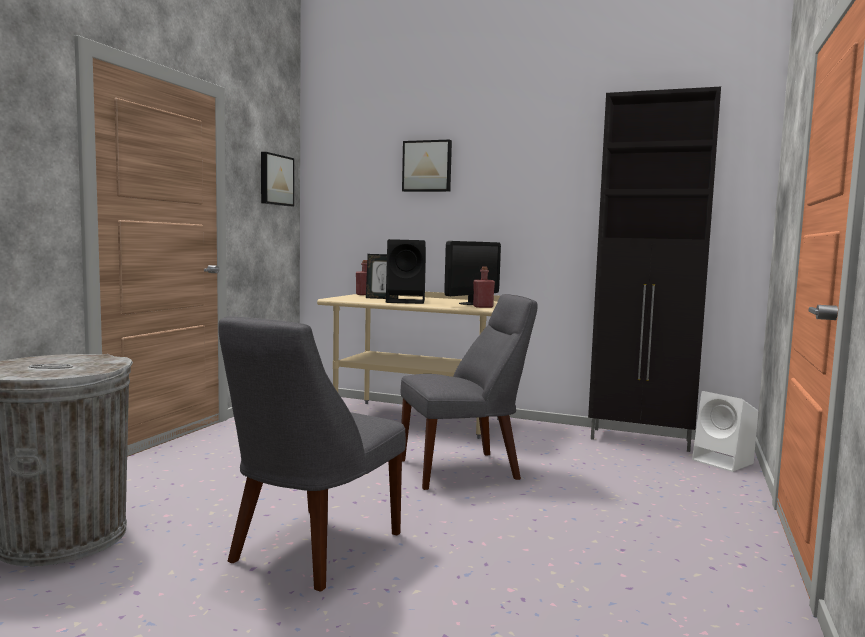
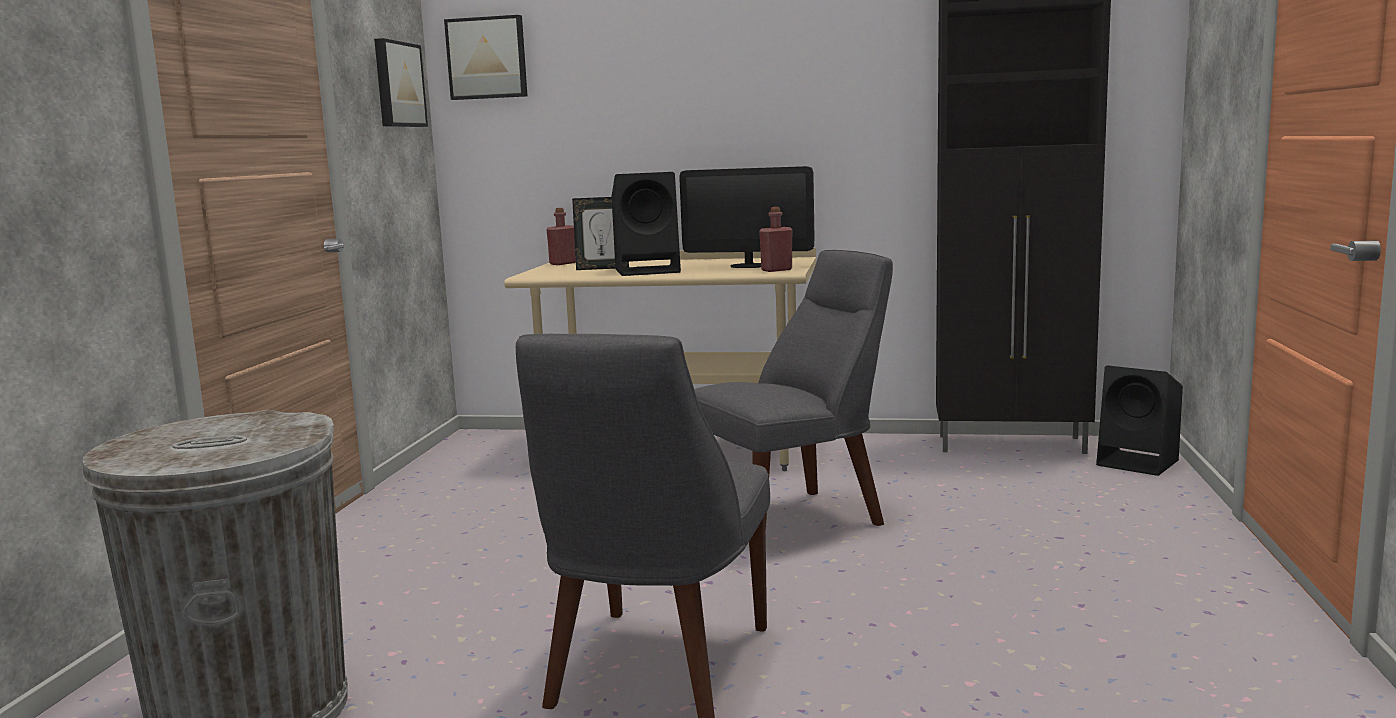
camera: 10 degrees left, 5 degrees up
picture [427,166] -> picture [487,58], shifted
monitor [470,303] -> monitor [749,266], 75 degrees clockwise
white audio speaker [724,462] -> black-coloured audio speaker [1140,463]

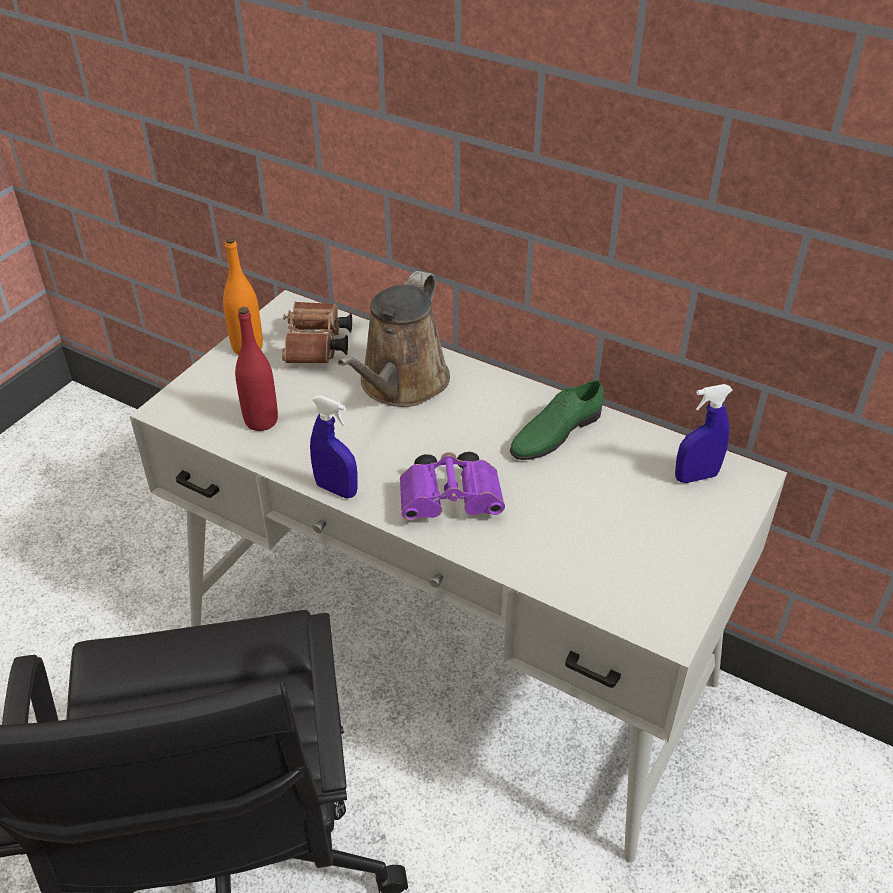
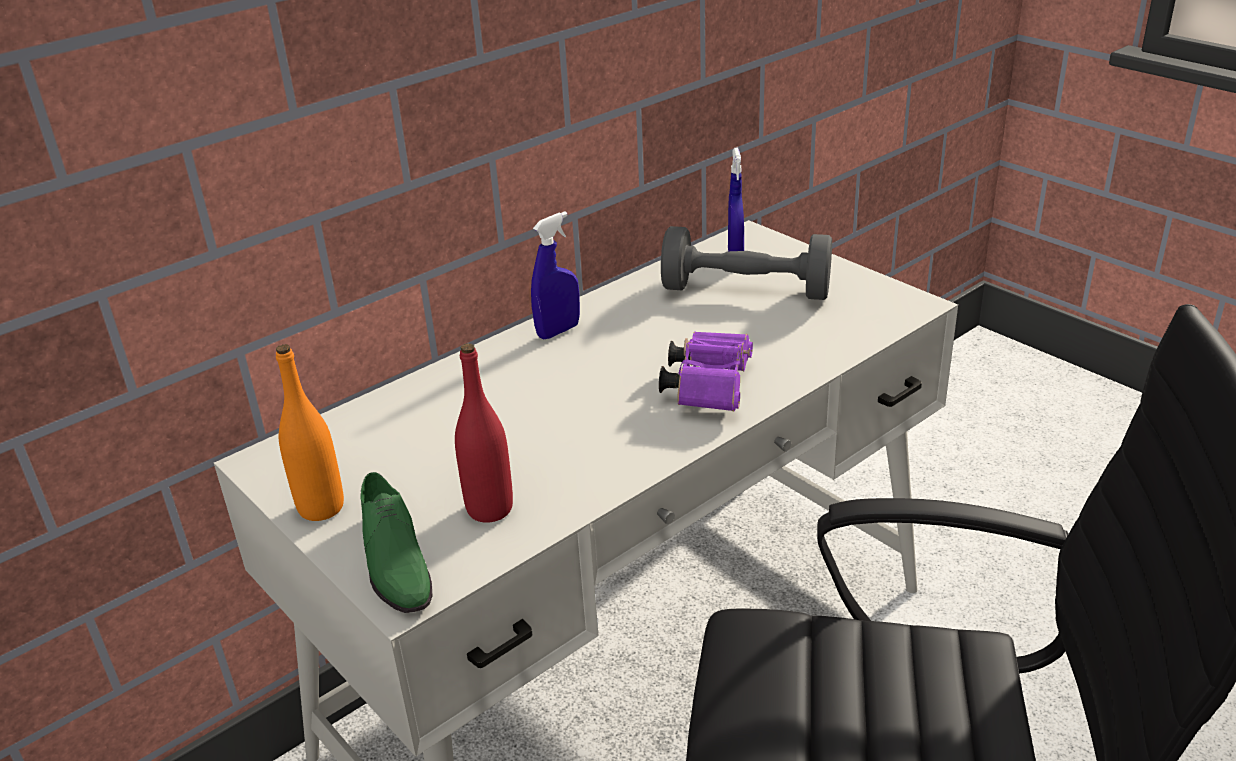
camera: 70 degrees left, 10 degrees down
brown-coloured pair of binoculars [317,347] -> none
blue spray bottle [336,489] -> blue spray bottle [558,331], shifted
brown-coloured watering pot [401,385] -> none
greenish shoe [555,432] -> greenish shoe [393,561], shifted
none -> greyish hand weight [746,290]

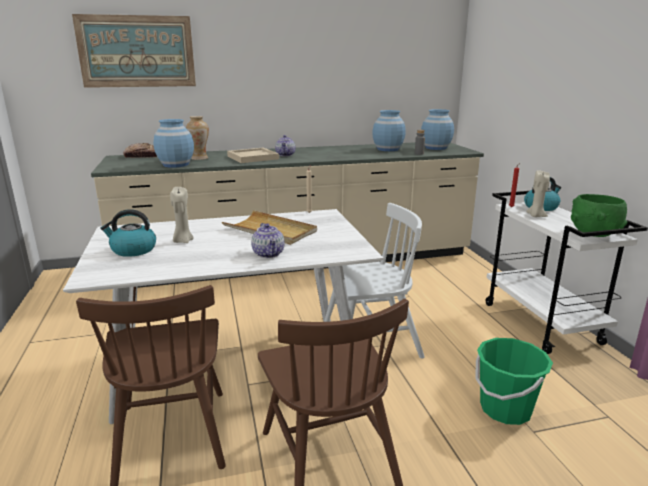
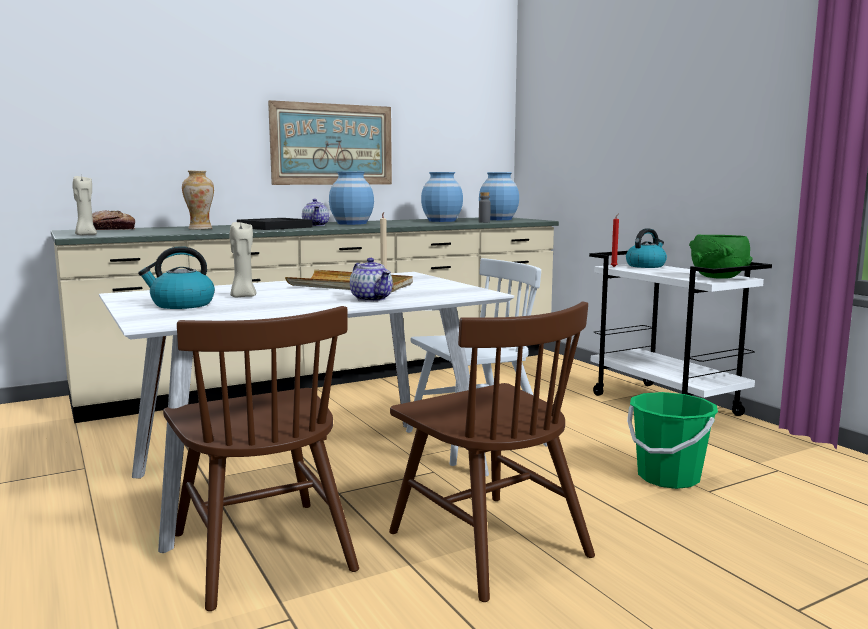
camera: 15 degrees left, 10 degrees down
picture [137,51] -> picture [332,144], shifted
blue vase [175,165] -> blue vase [351,223], shifted
sand-coloured carrying tray [253,157] -> black-coloured carrying tray [275,227]
sand-coloured candle [535,216] -> sand-coloured candle [86,235], shifted

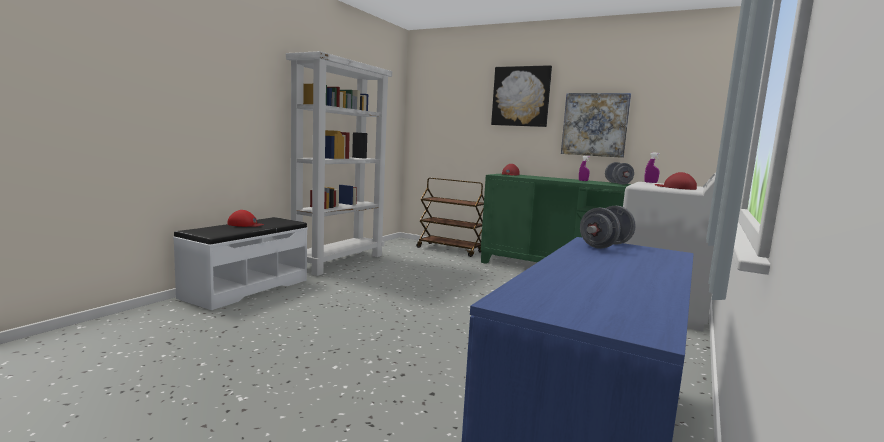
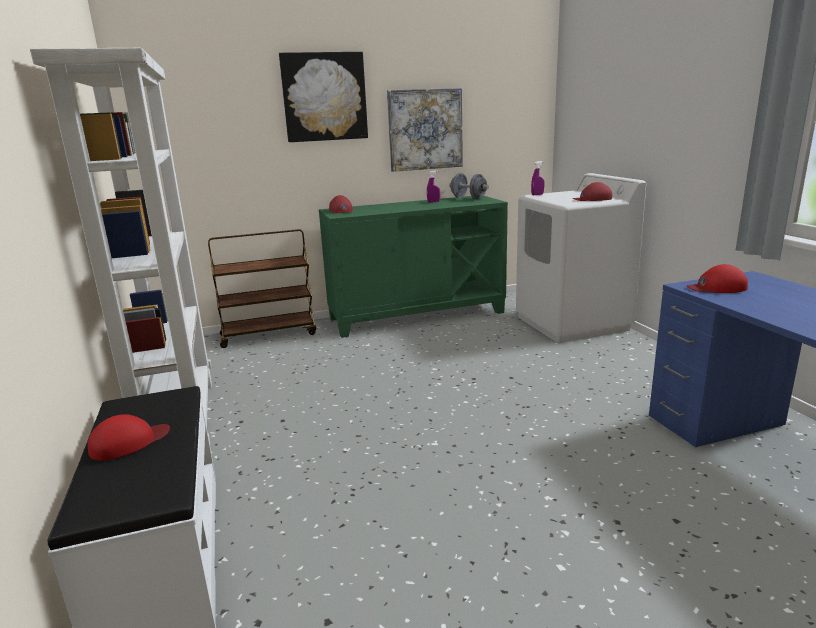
camera: 45 degrees left, 10 degrees up
greyish hand weight [605,246] -> red-coloured baseball cap [717,288]

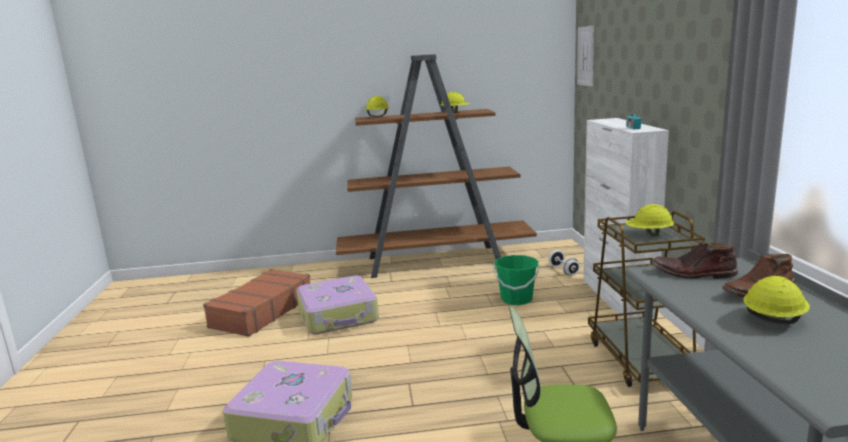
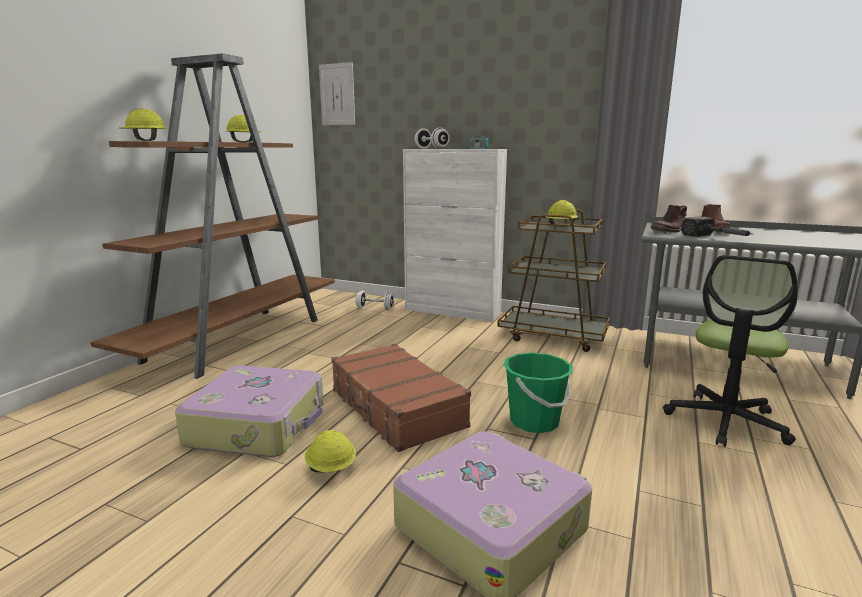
camera: 60 degrees left, 0 degrees up
brown-coloured piece of luggage [261,312] -> brown-coloured piece of luggage [395,408], shifted
greenish bucket [516,299] -> greenish bucket [534,421], shifted
yellow safety helmet [773,319] -> yellow safety helmet [330,468], shifted
none -> white hand weight [431,148]
none -> tool hammer [718,238]

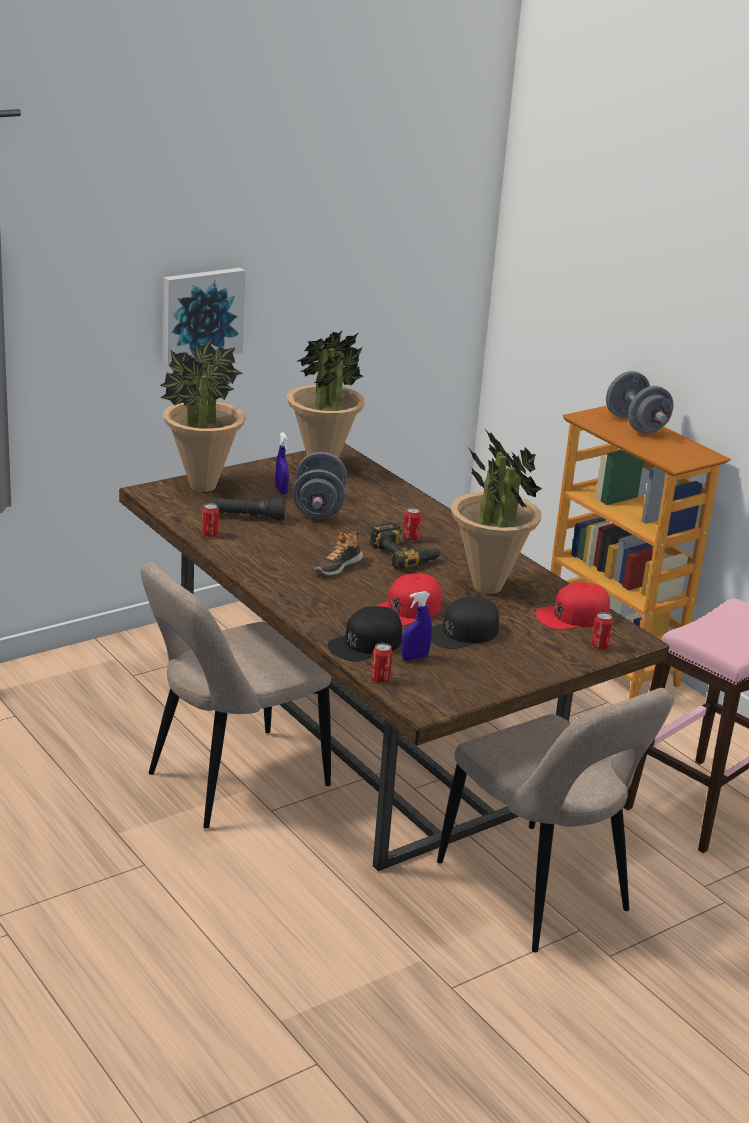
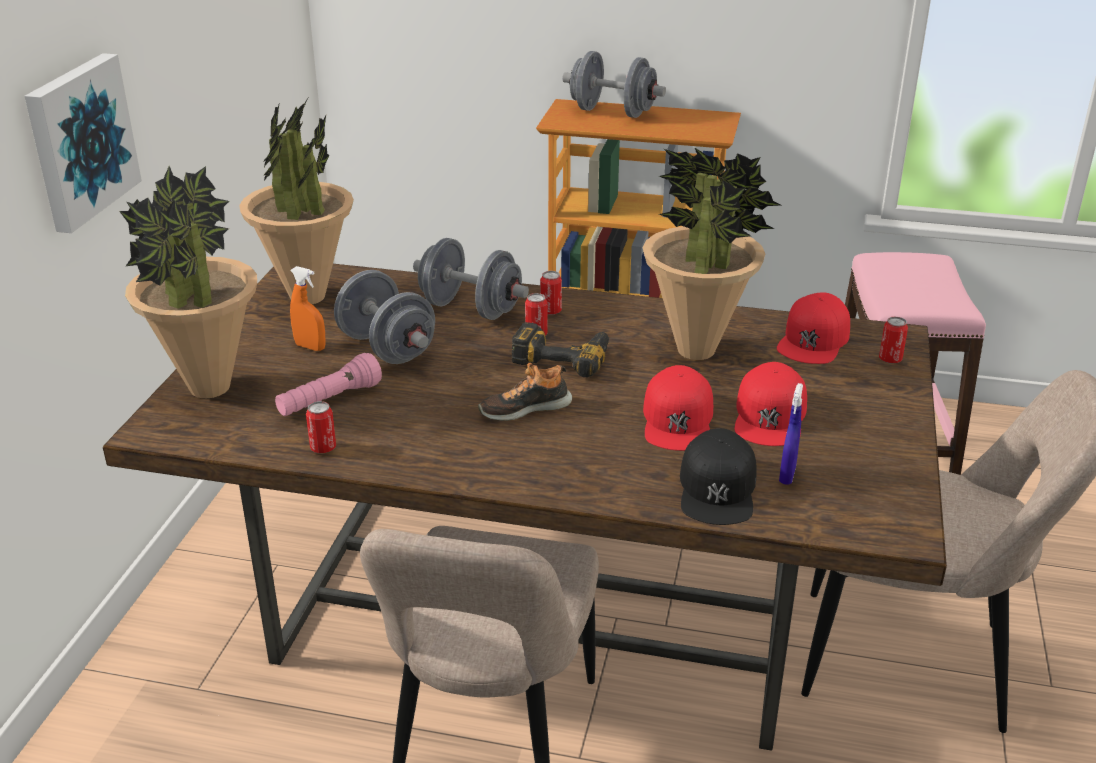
camera: 40 degrees left, 5 degrees up
black-coloured torch [247,517] -> pink-coloured torch [329,401]
blue spray bottle [281,490] -> orange spray bottle [310,347]
shoe [337,566] -> shoe [524,408], 75 degrees clockwise
sealed can [380,679] -> sealed can [550,311], shifted
black-coloured baseball cap [462,632] -> red-coloured baseball cap [770,416]
none -> greyish hand weight [471,309]

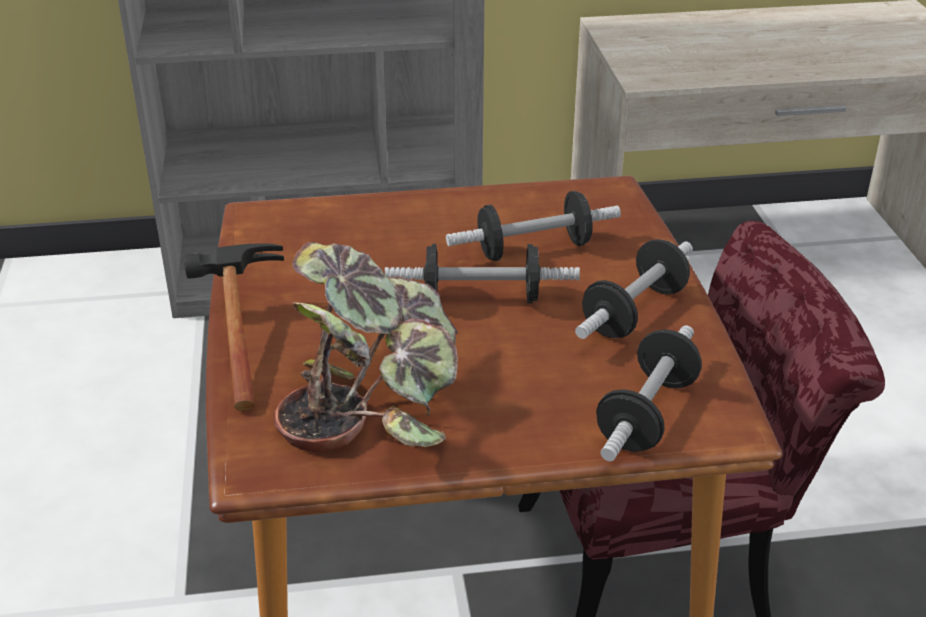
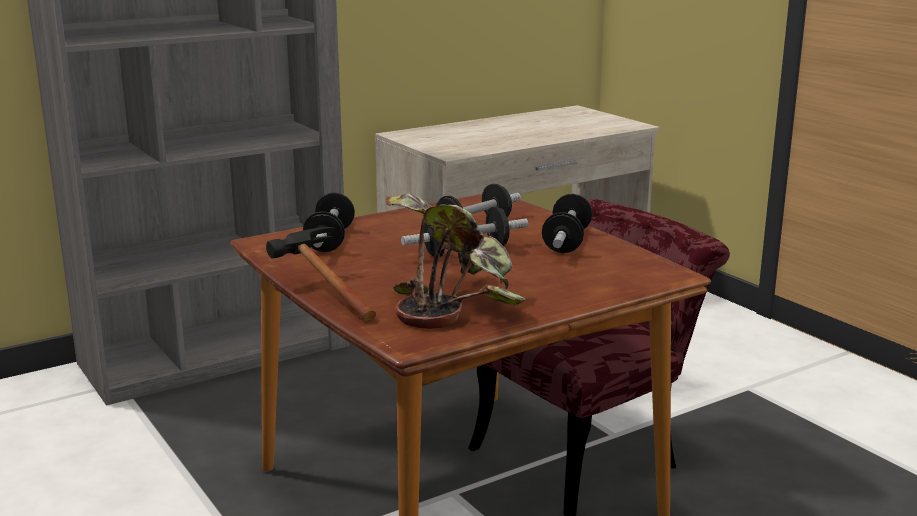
camera: 25 degrees left, 15 degrees down
hand weight [647,415] -> hand weight [330,240], shifted

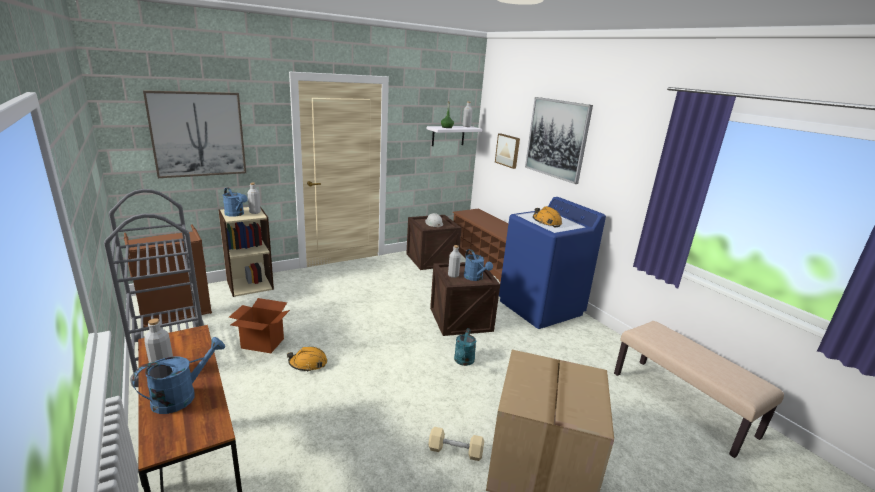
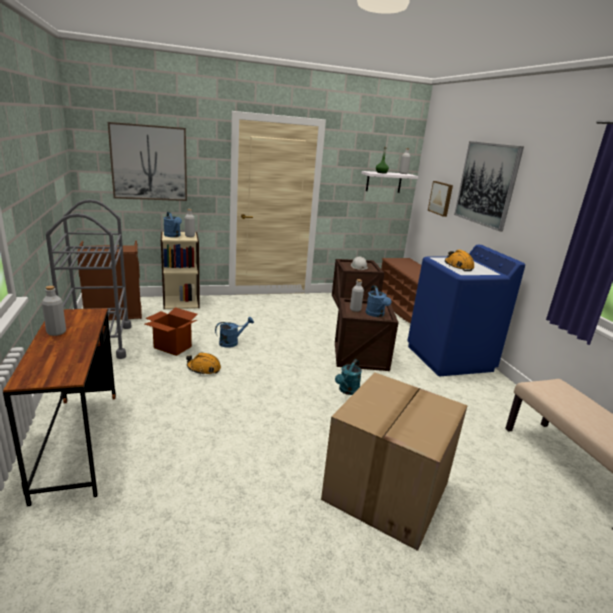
camera: 15 degrees right, 0 degrees up
blue watering pot [182,396] -> blue watering pot [232,342], shifted
sand-coloured hand weight [455,451] -> none

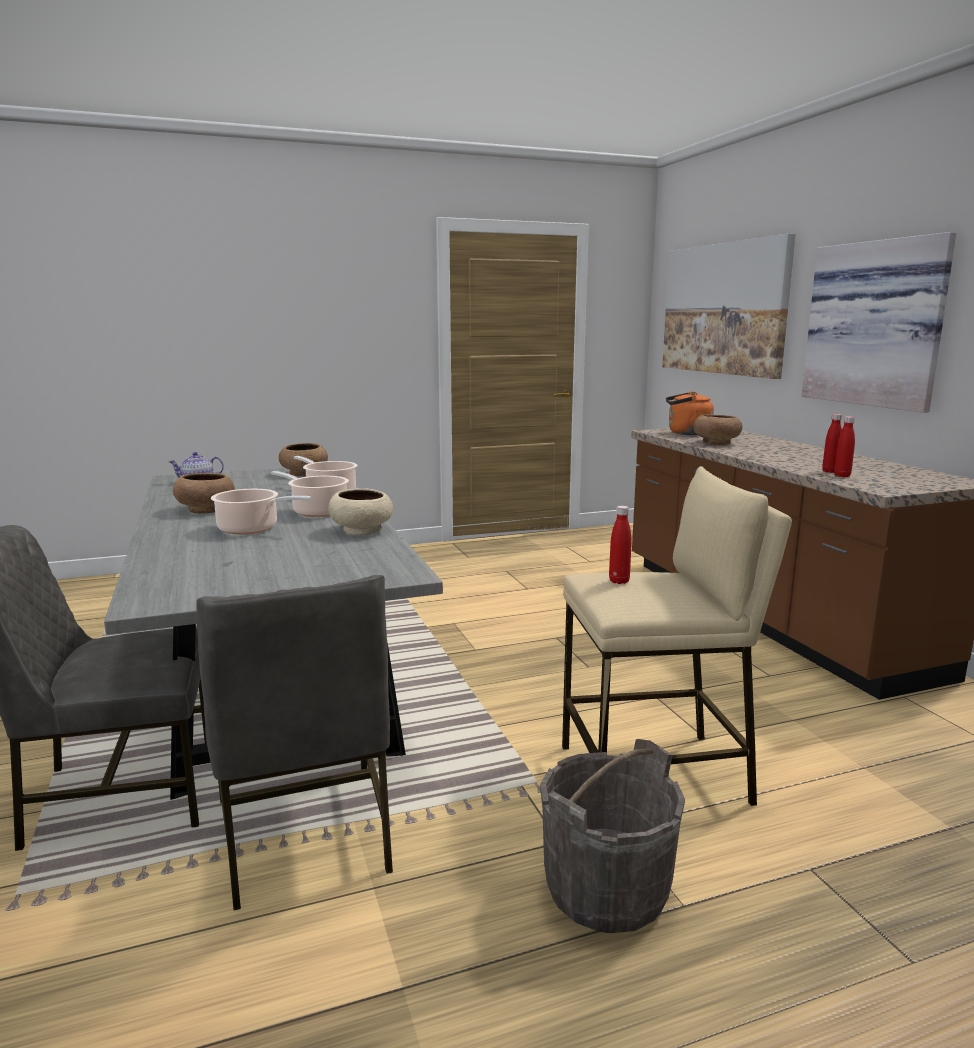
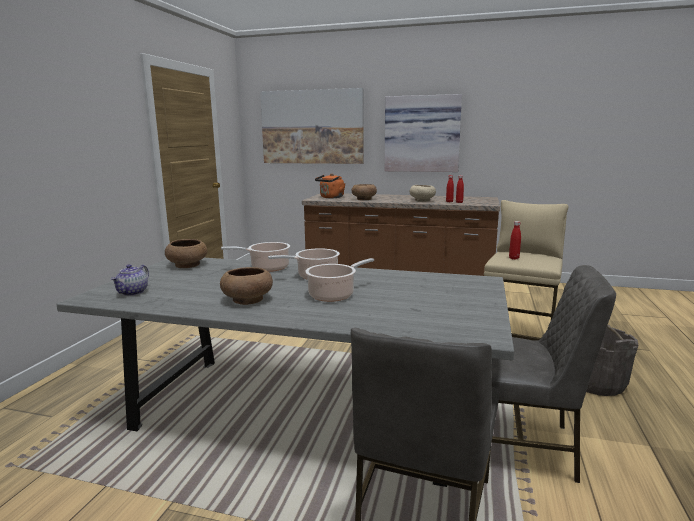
camera: 55 degrees left, 0 degrees up
sand-coloured deep dish [362,530] -> sand-coloured deep dish [422,200], shifted

